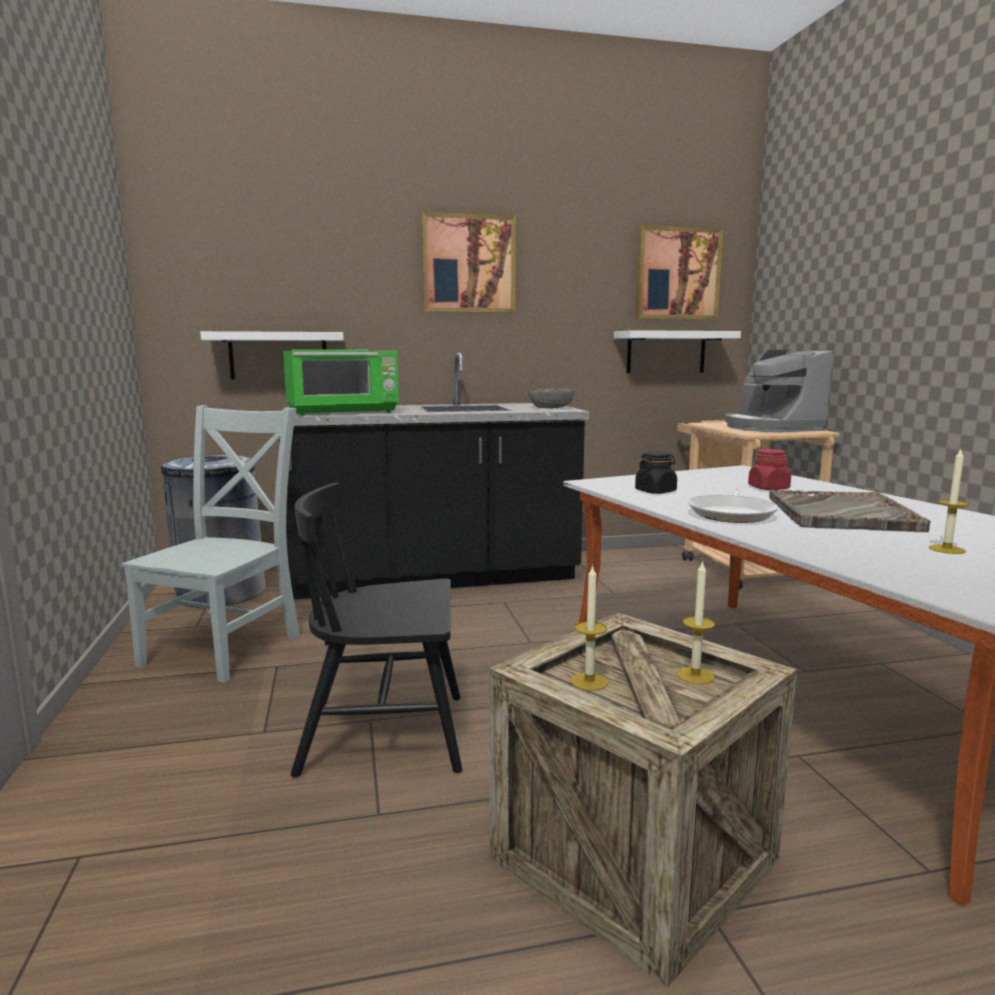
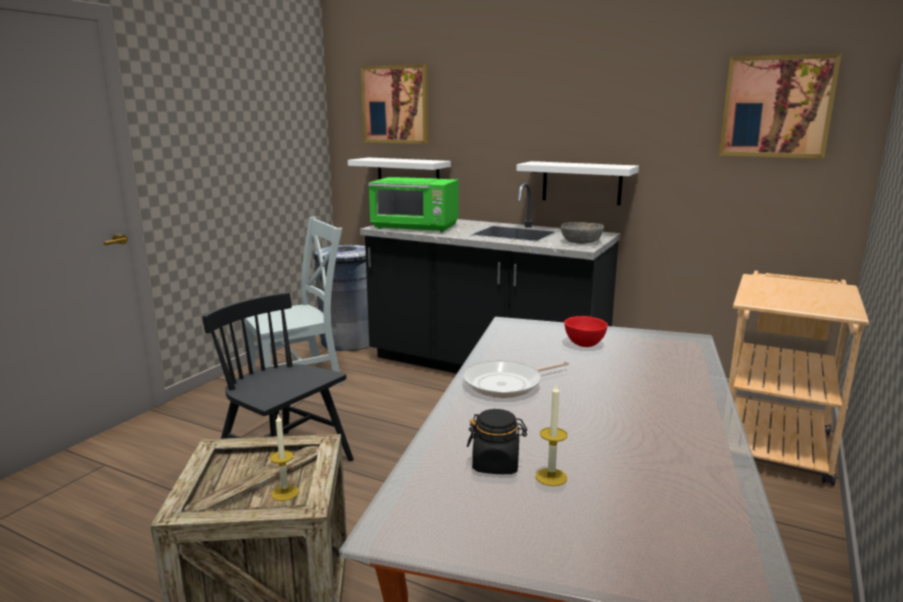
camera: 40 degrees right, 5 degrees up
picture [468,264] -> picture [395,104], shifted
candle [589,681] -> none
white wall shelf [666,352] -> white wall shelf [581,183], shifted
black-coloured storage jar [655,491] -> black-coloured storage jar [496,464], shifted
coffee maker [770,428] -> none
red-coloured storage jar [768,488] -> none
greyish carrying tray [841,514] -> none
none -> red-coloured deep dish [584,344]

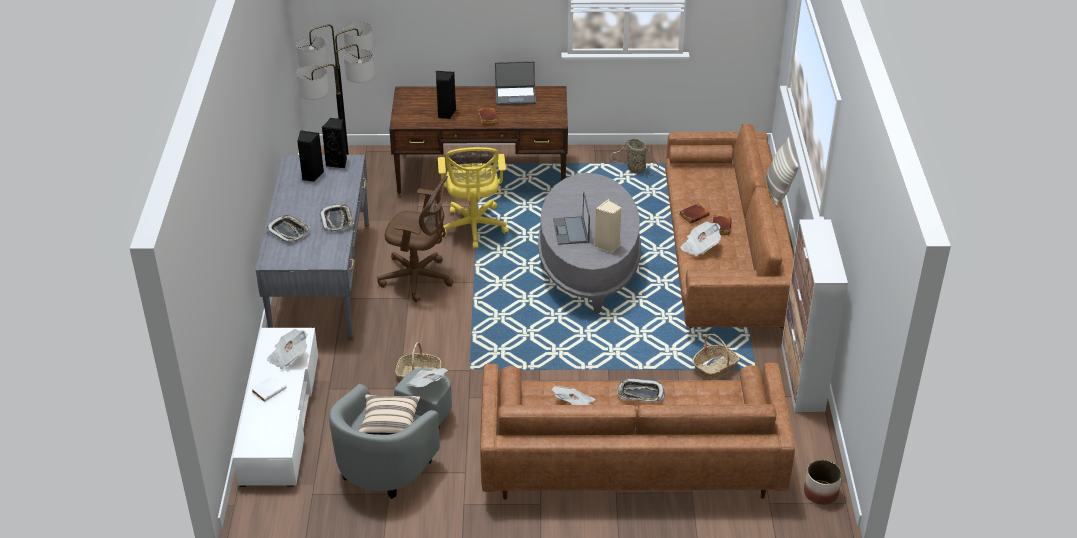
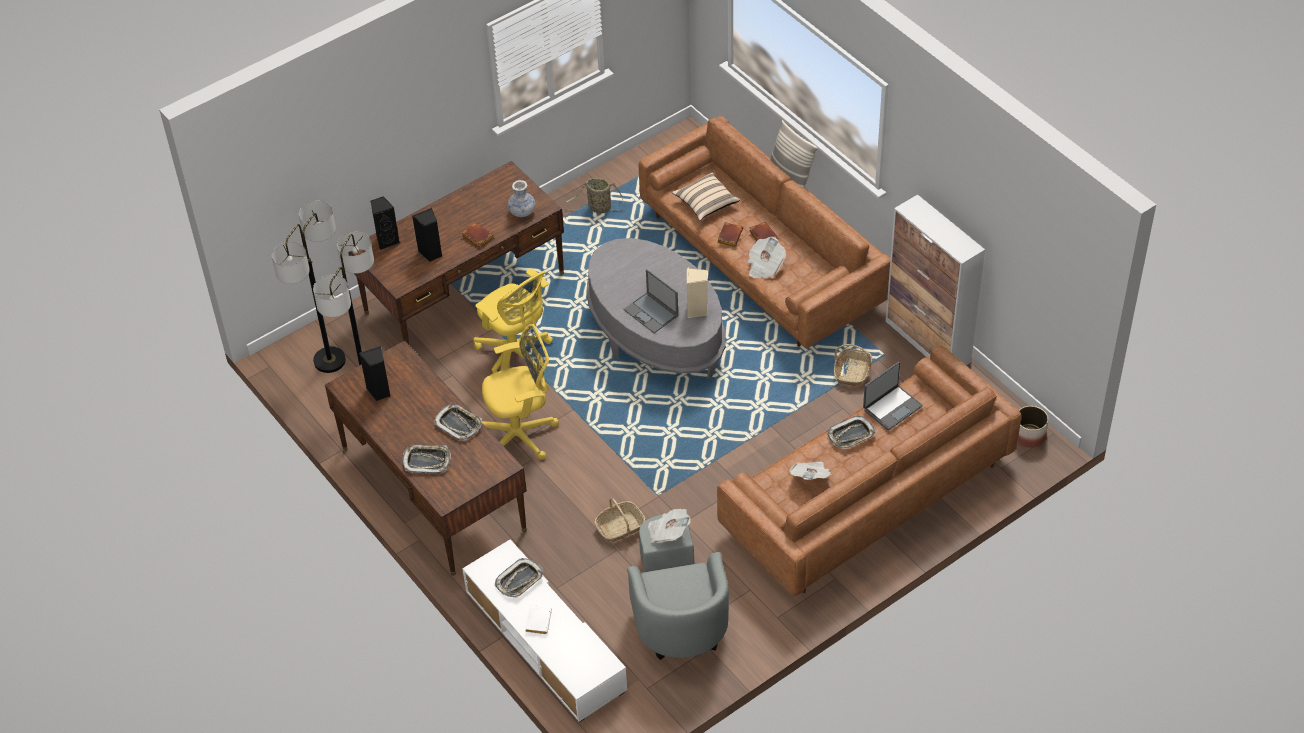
camera: 35 degrees left, 10 degrees up
greyish desk table [321,281] -> brown-coloured desk table [433,489]
printed paper [288,357] -> carrying tray [519,581]
black-coloured audio speaker [338,162] -> black-coloured audio speaker [387,240], shifted
sand-coloured cushion [390,423] -> sand-coloured cushion [706,203], shifted
brown-coloured desk chair [419,279] -> yellow desk chair [520,434]
laptop [515,96] -> laptop [891,407], shifted
none -> vase [522,212]

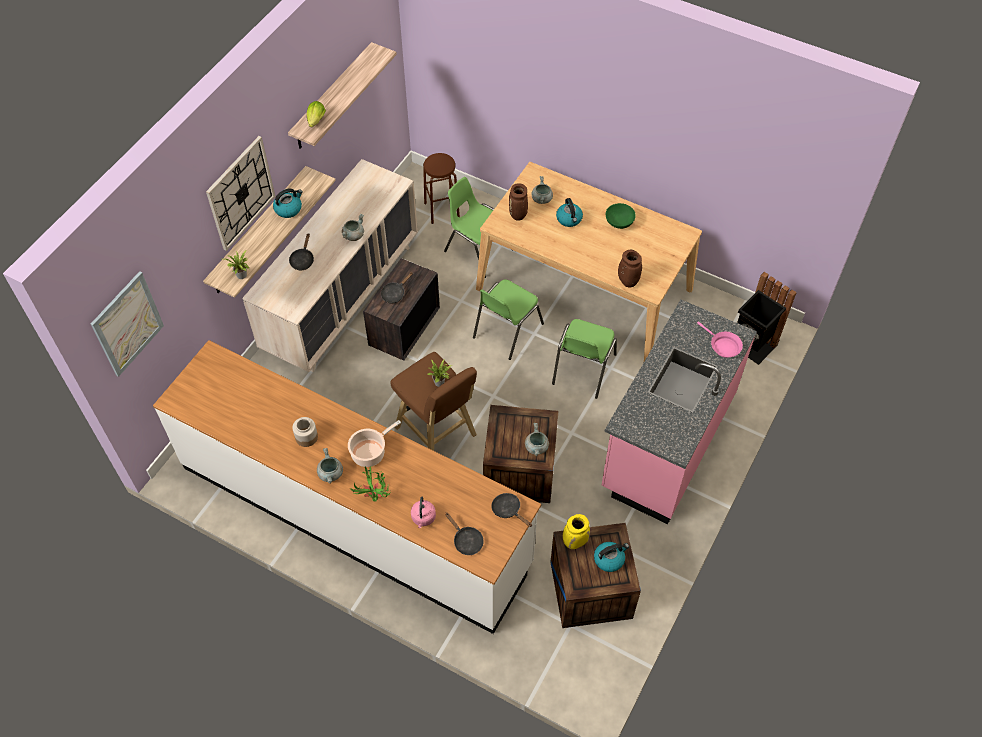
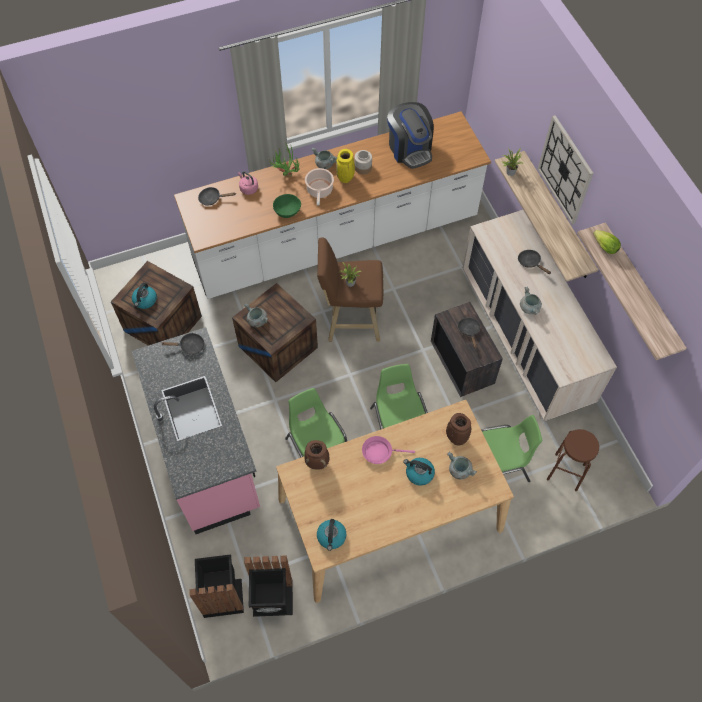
camera: 130 degrees right, 5 degrees up
picture [127,324] -> none
water kettle [288,209] -> water kettle [331,537], shifted
black-coloured frying pan [508,510] -> black-coloured frying pan [189,346], shifted
yellow vase [575,541] -> yellow vase [345,178], shifted
greenish deep dish [619,222] -> greenish deep dish [287,211], shifted
pink-coloured frying pan [723,346] -> pink-coloured frying pan [380,452], shifted
none -> black-coloured rubbish bin [273,600]
none -> coffee maker [409,149]

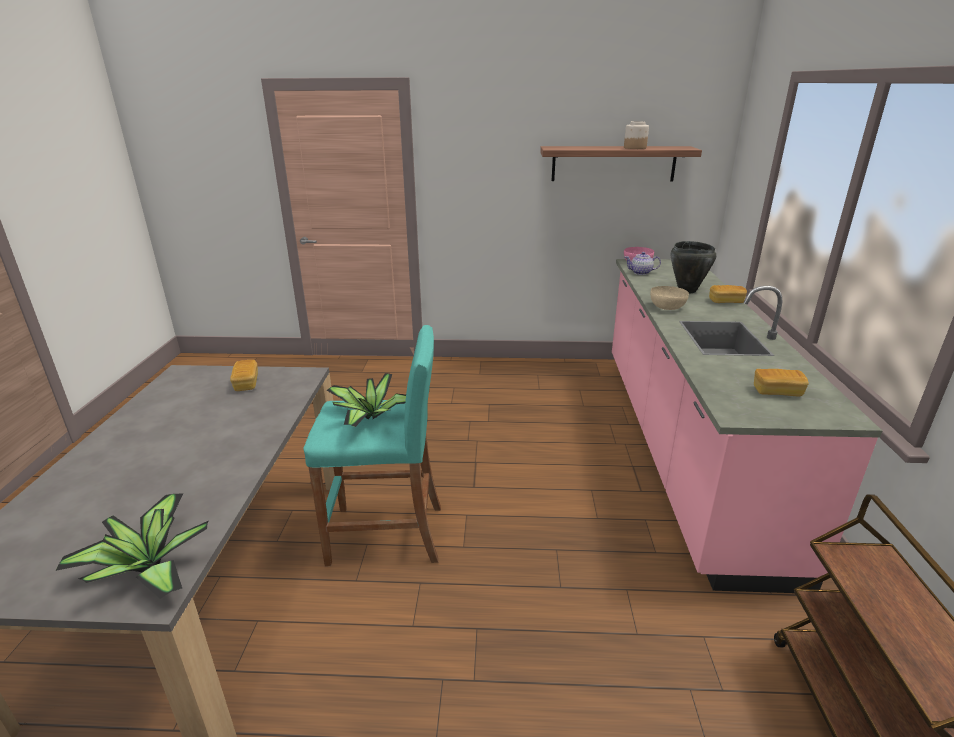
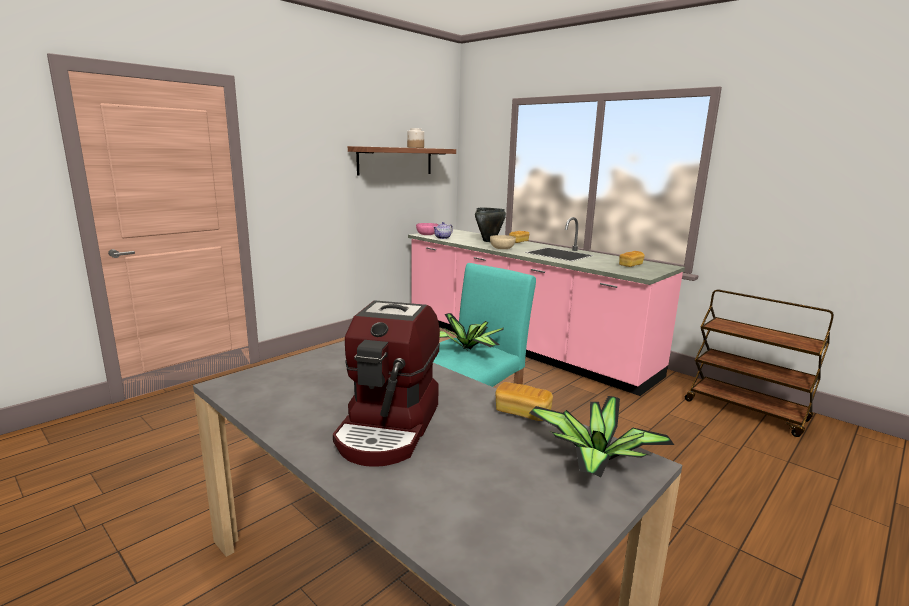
camera: 50 degrees left, 10 degrees down
bread [246,383] -> bread [522,412], shifted
none -> coffee maker [390,427]

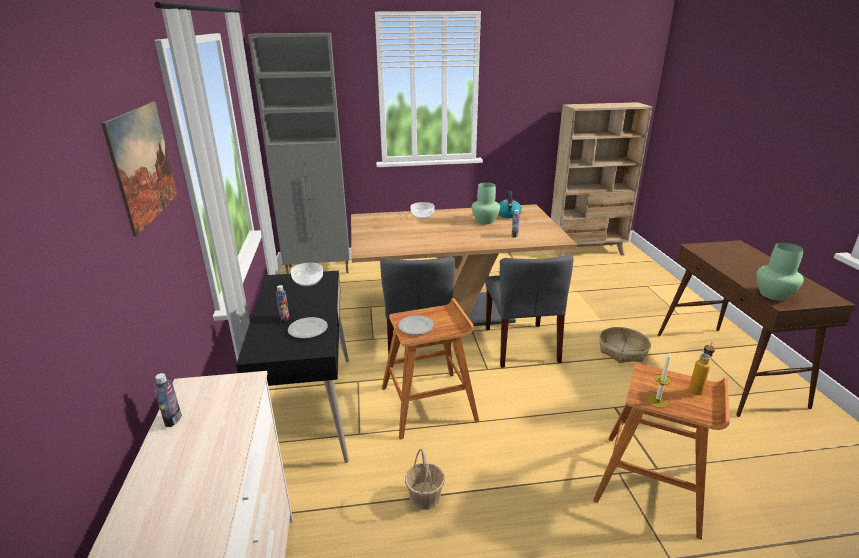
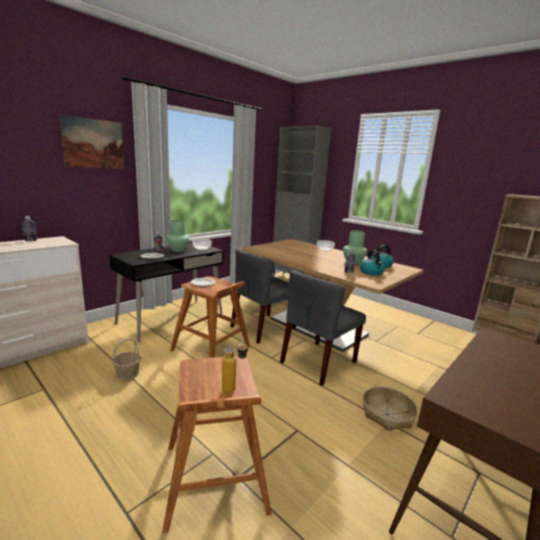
camera: 50 degrees right, 10 degrees down
candle [657,401] -> none
greenish vase [772,295] -> greenish vase [178,250], shifted
none -> water kettle [371,272]

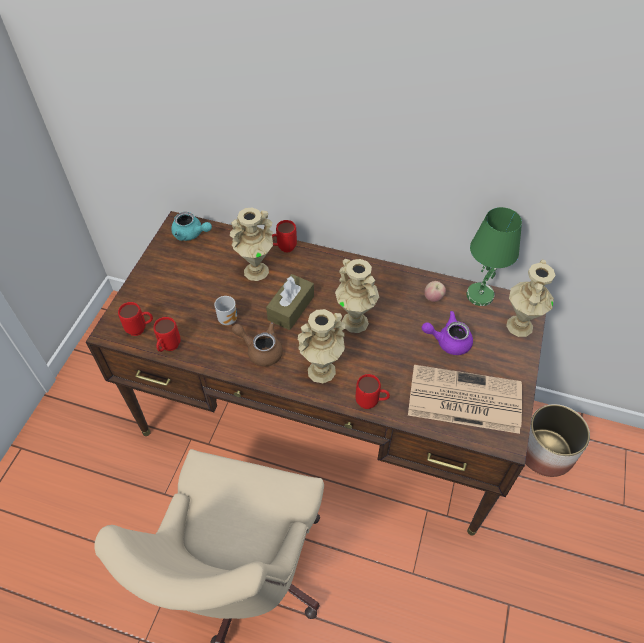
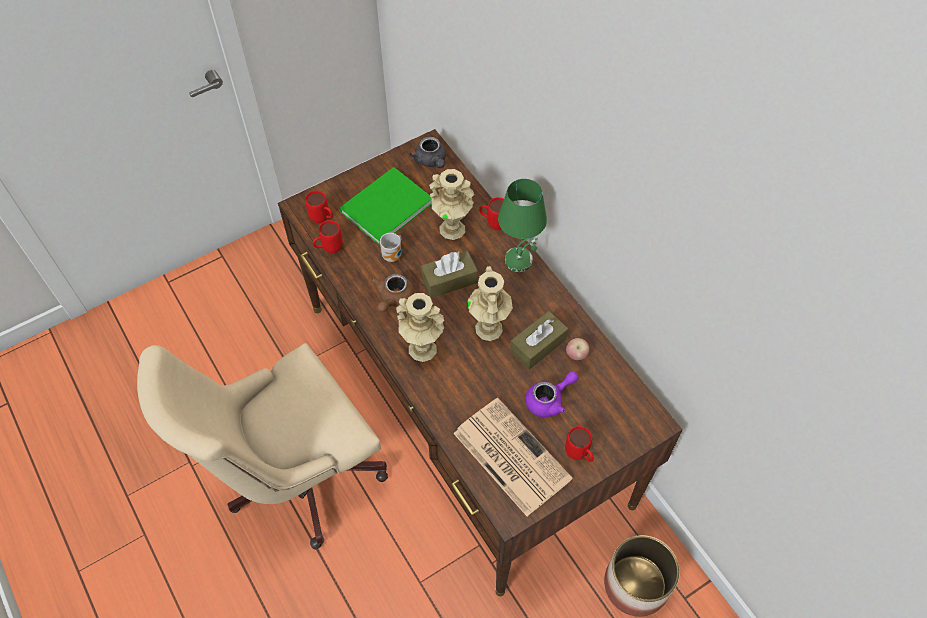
camera: 40 degrees right, 5 degrees up
turquoise-coloured teapot [191,234] -> greyish teapot [431,161]
brown-coloured teapot [260,350] -> brown-coloured teapot [393,299], 135 degrees counterclockwise
red-coloured tea mug [371,403] -> red-coloured tea mug [579,455], shifted
purple-coloured teapot [448,341] -> purple-coloured teapot [549,400], 105 degrees clockwise
greenish table lamp [480,294] -> greenish table lamp [519,260], shifted
sand-coloured vase [519,325] -> none
none -> greenish bound book [383,207]
none -> brown-coloured tissue holder [538,345]

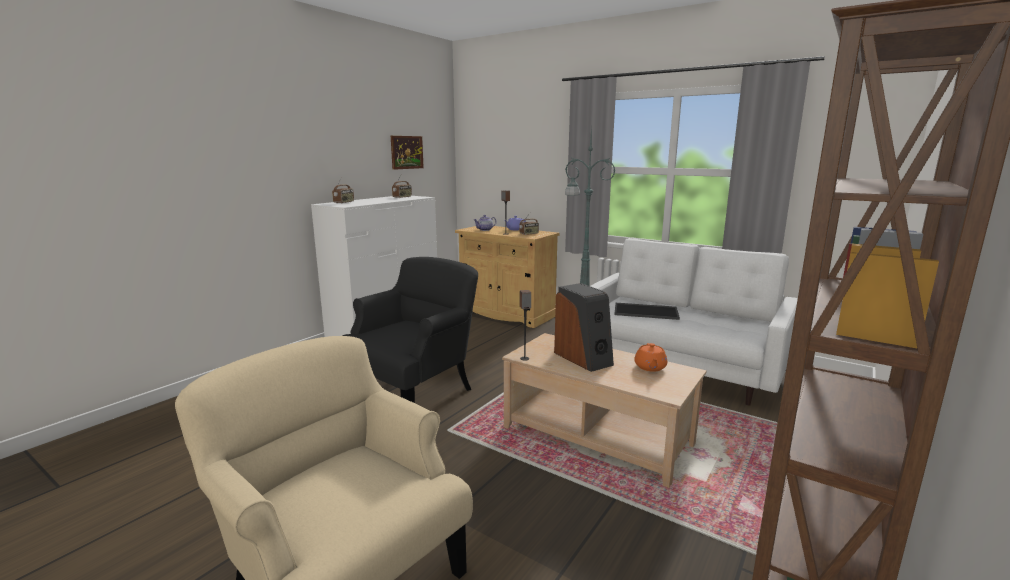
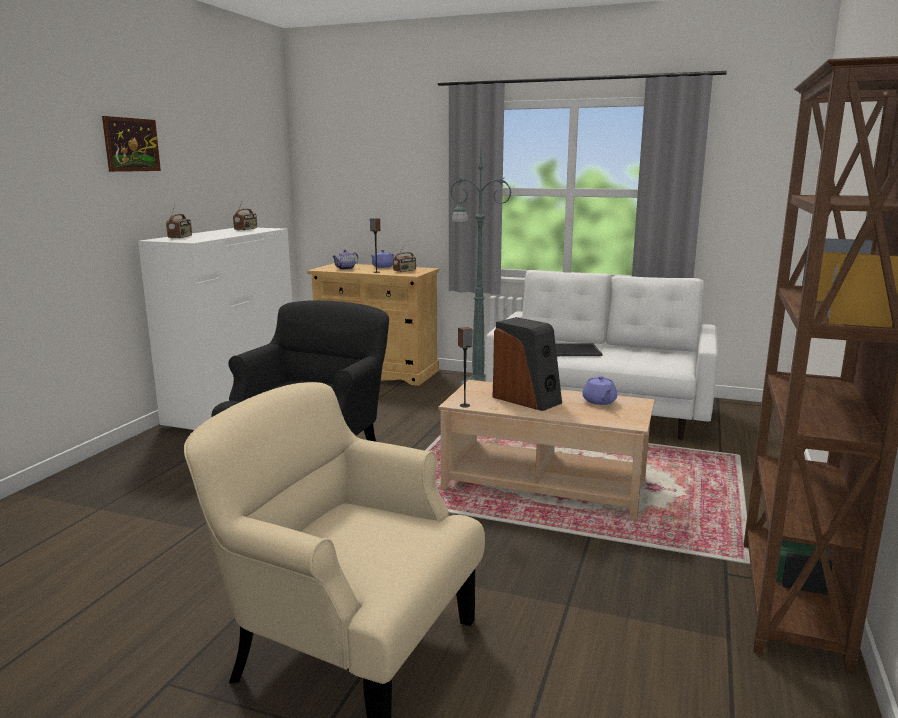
camera: 15 degrees left, 0 degrees up
picture [407,152] -> picture [131,144], shifted
orange teapot [650,367] -> purple-coloured teapot [599,401]

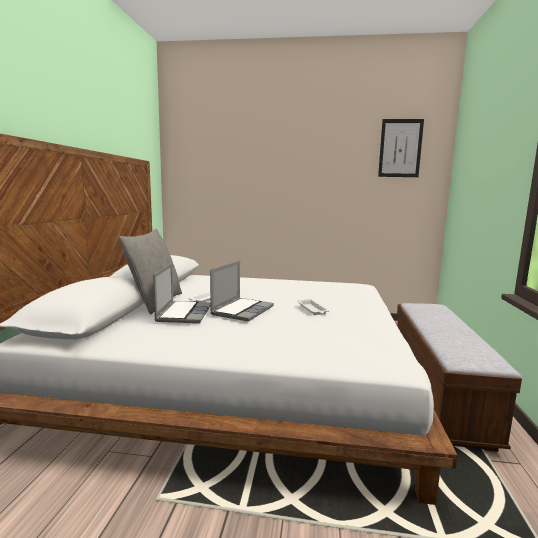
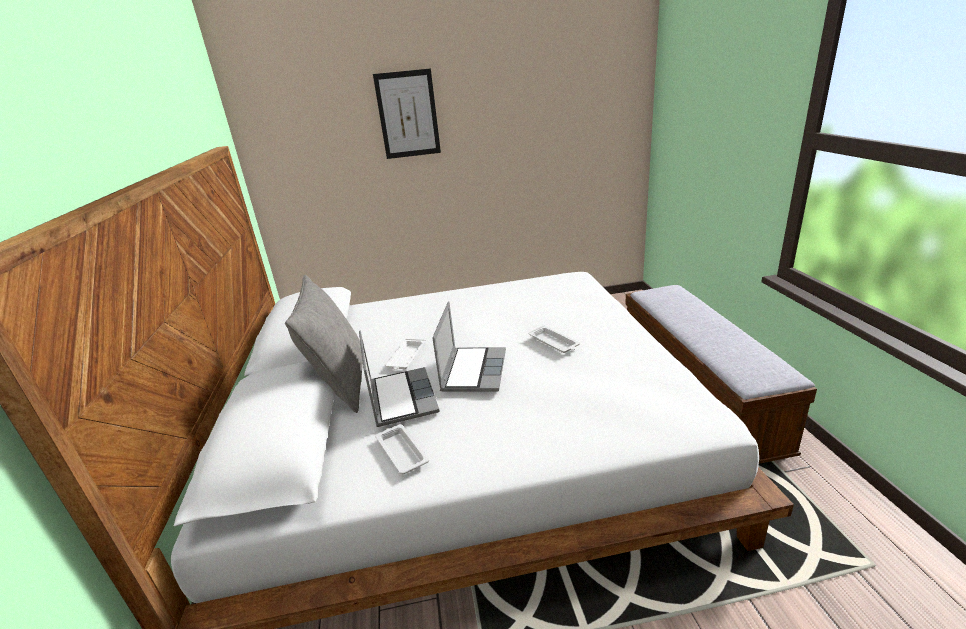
camera: 15 degrees left, 15 degrees up
picture [400,148] -> picture [408,114], shifted
none -> white carrying tray [401,451]

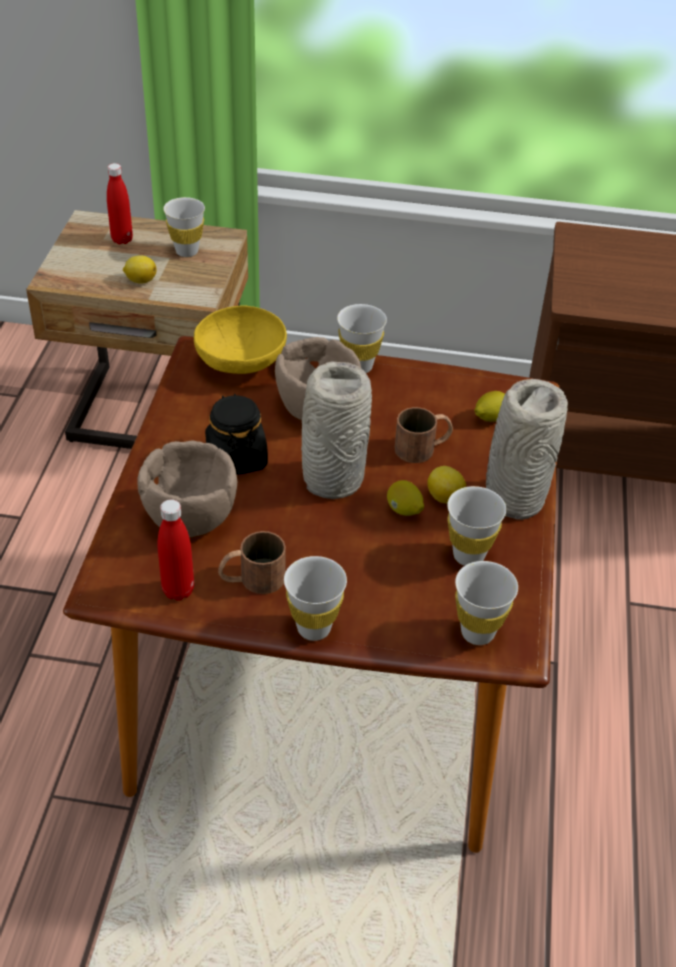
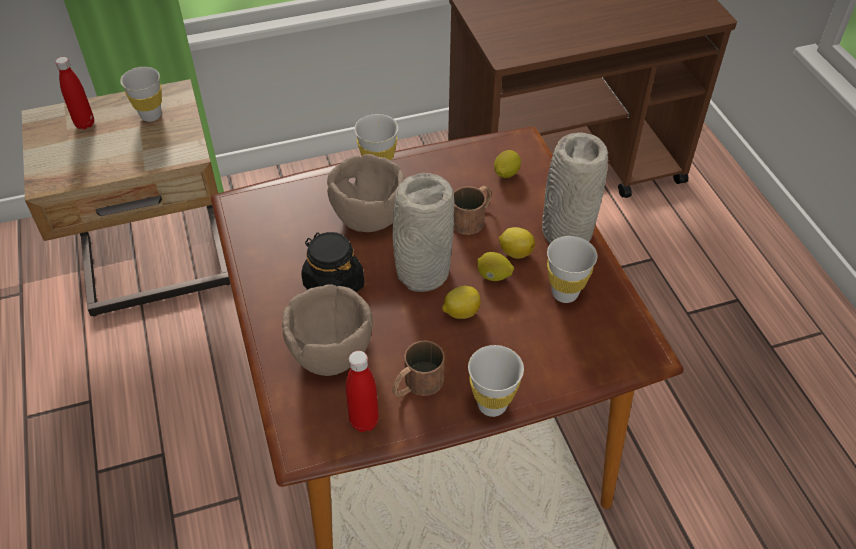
camera: 25 degrees left, 5 degrees up
lemon [140,280] -> lemon [460,312], shifted
yellow deep dish [241,364] -> none
white small cup [477,632] -> none

